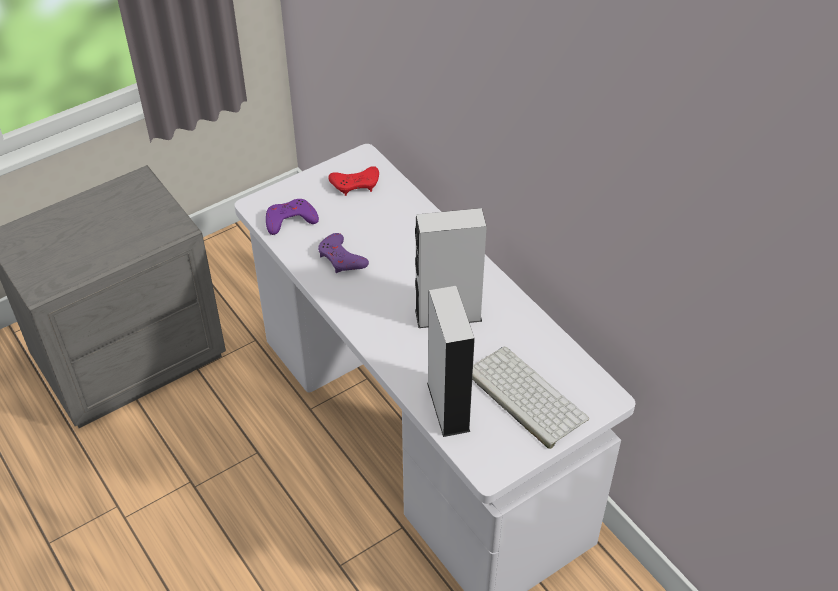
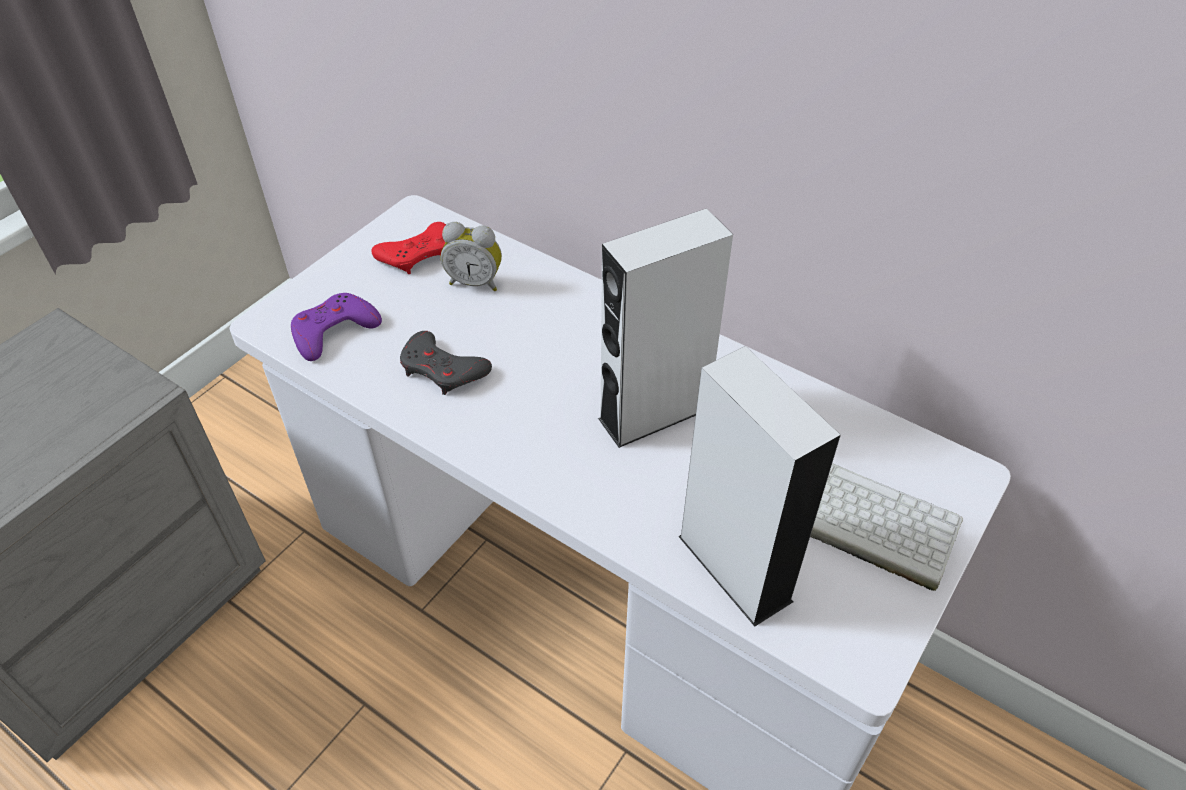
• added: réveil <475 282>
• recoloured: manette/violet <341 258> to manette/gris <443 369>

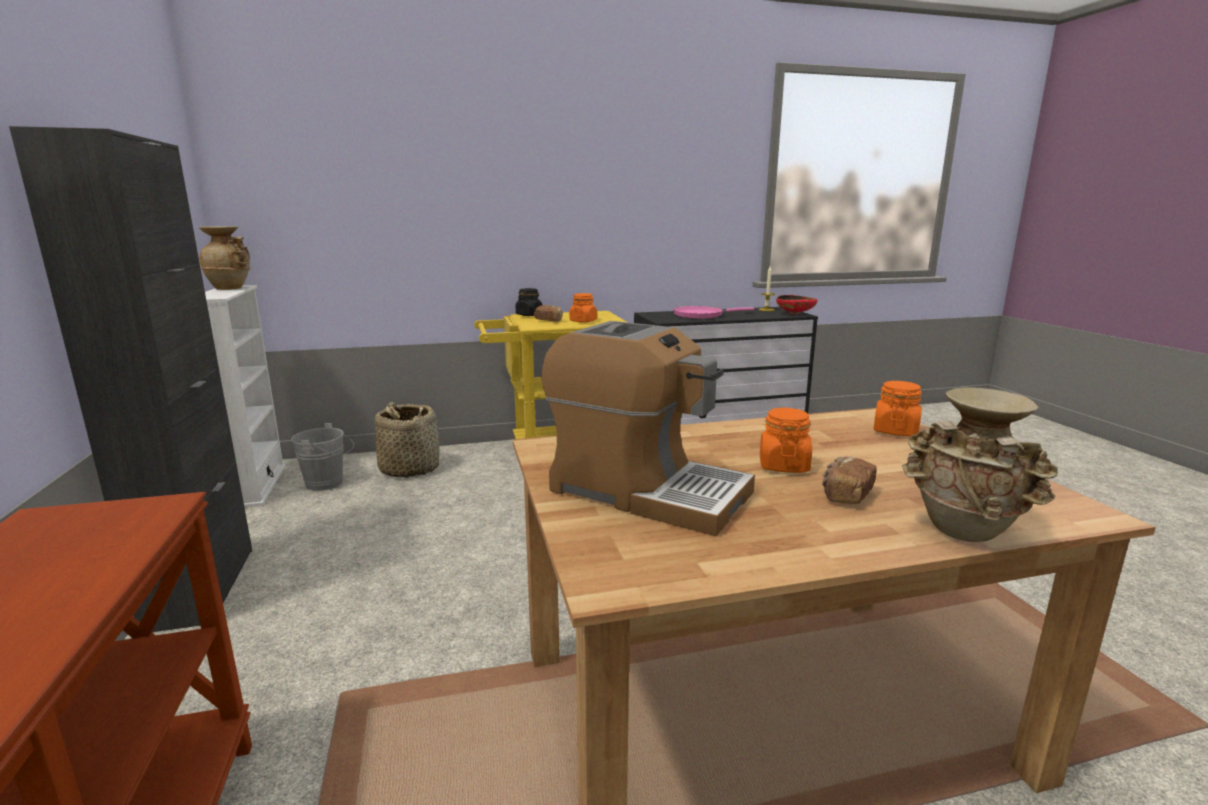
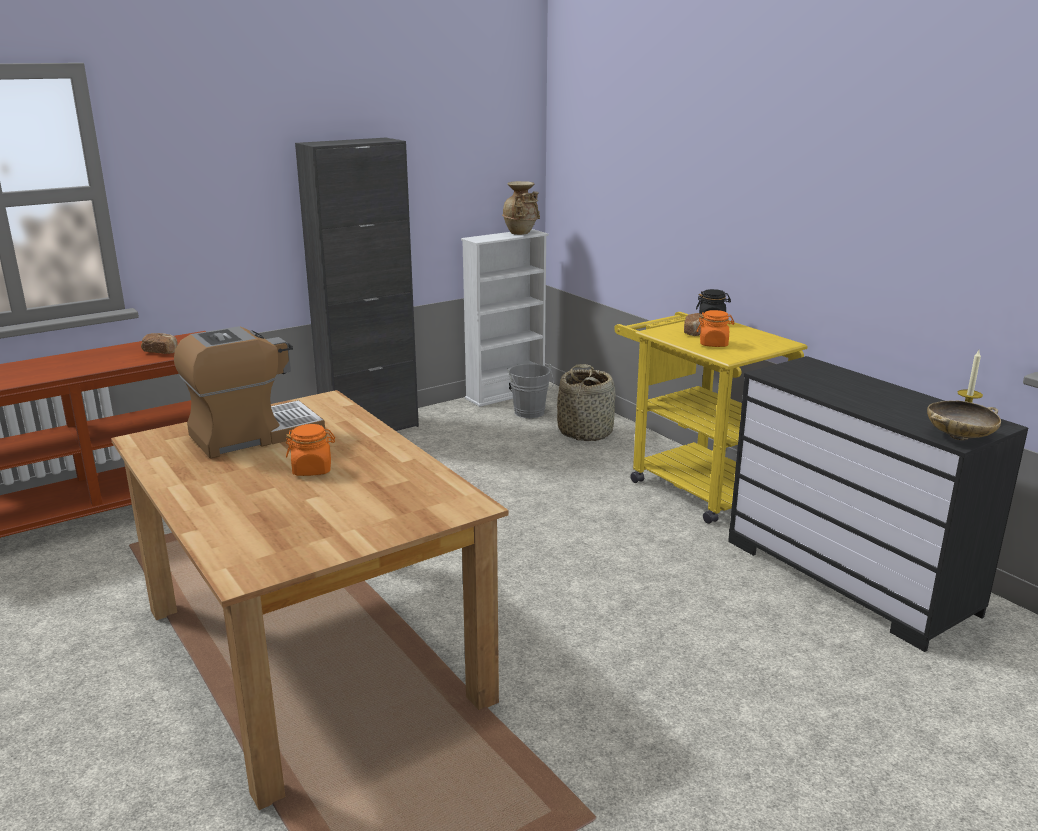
• removed: poêle/rose <701 315>
• removed: bocal/orange <895 431>
• removed: vase/beige <964 532>
• moved: pain <845 495> to <161 352>
• recoloured: bol/rouge <795 313> to bol/beige <959 437>
• turned: machine à café <646 491> = <254 434> 135 degrees counterclockwise

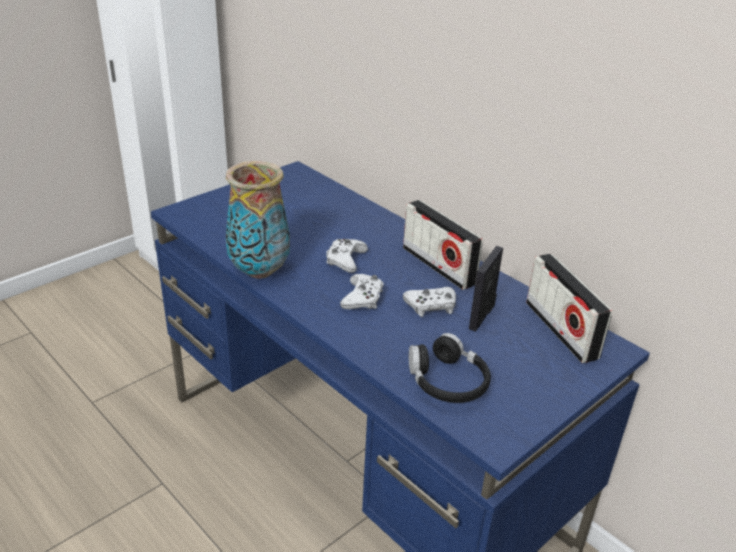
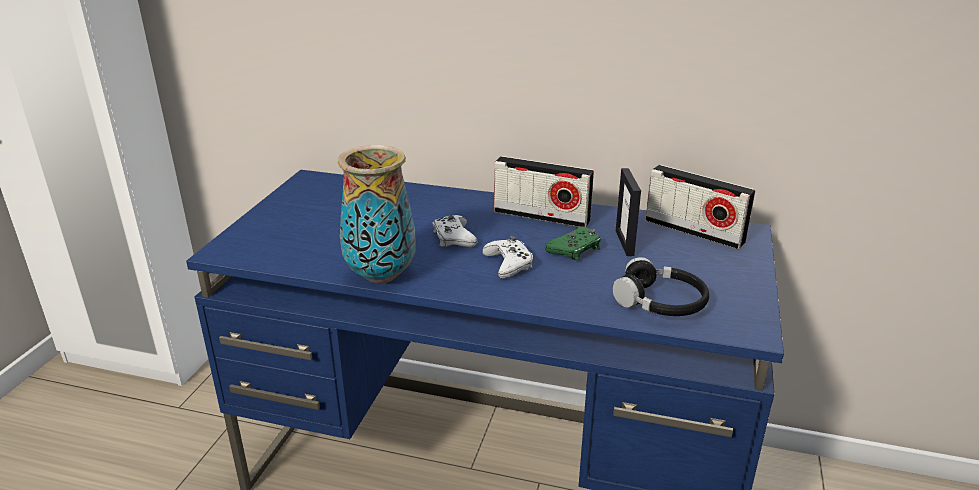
• recoloured: manette/blanc <431 306> to manette/vert <575 249>

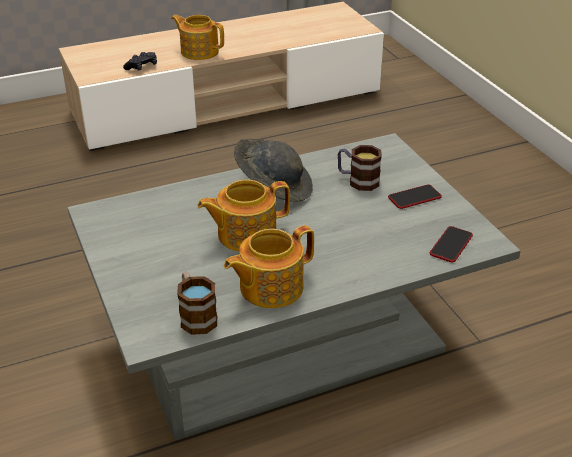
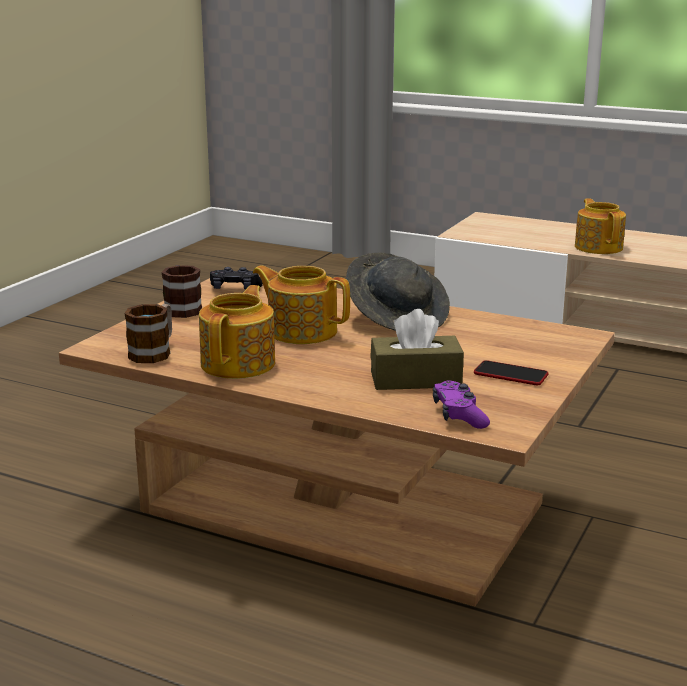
• added: boîte à mouchoirs/marron <415 379>
• moved: manette/noir <142 67> to <235 289>
• moved: mug <357 180> to <182 308>
• replaced: téléphone <451 245> to manette/violet <459 415>
• recoloured: table basse/gris <286 340> to table basse/marron <343 507>
• turned: théière <269 287> = <240 363> 90 degrees clockwise

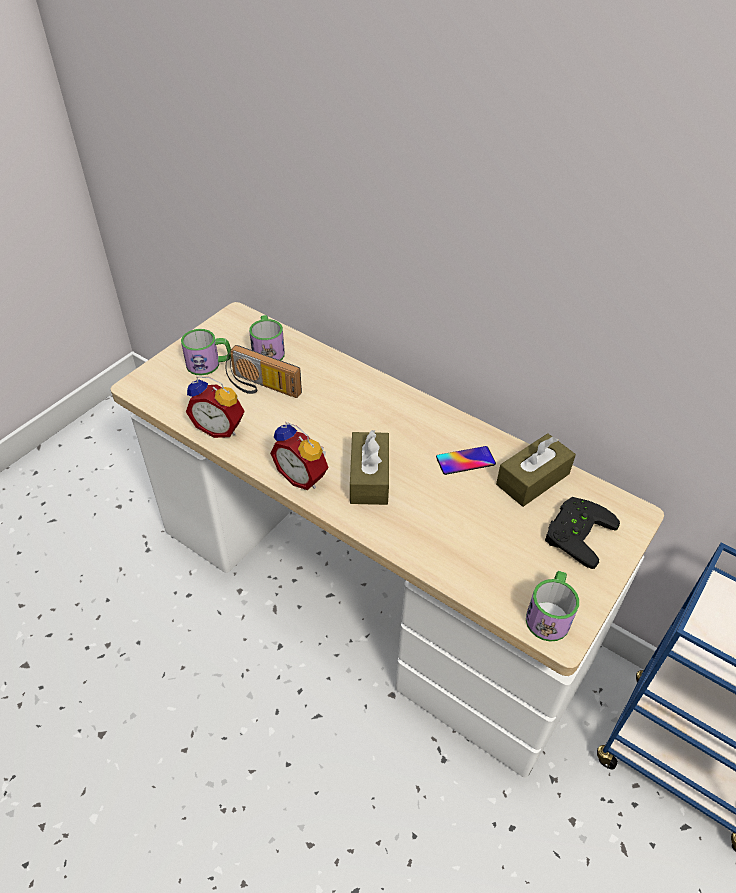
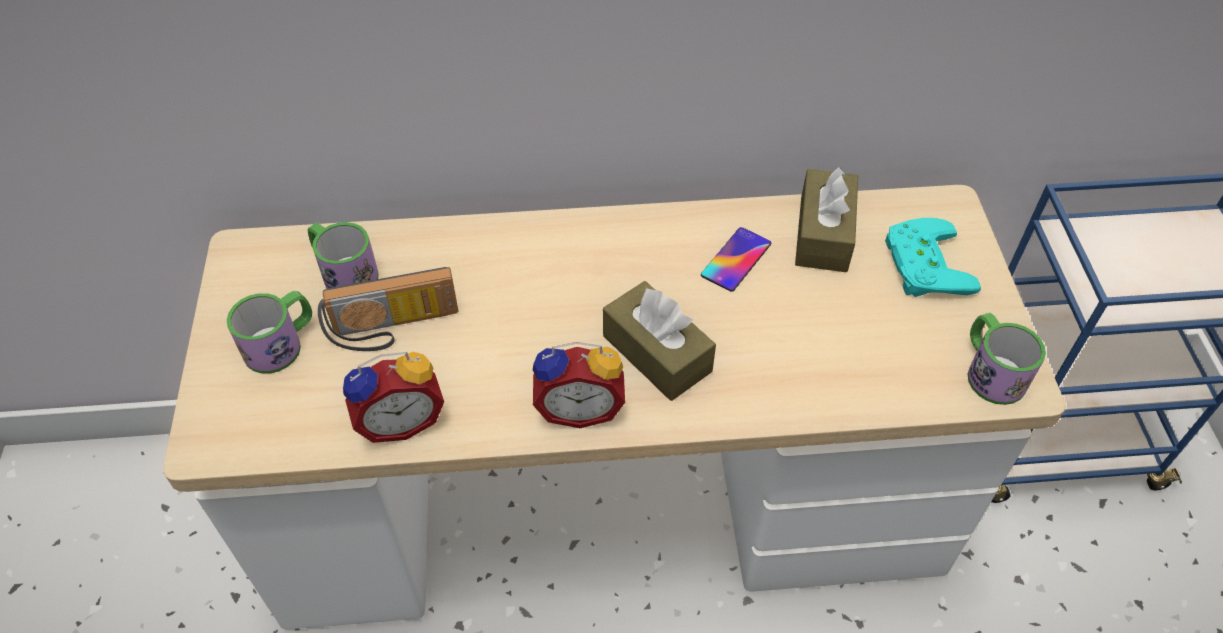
• recoloured: manette/noir <575 532> to manette/turquoise <921 264>

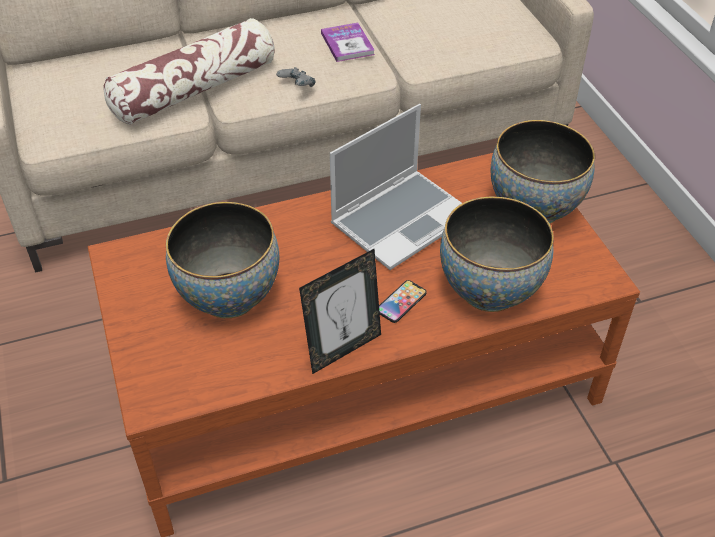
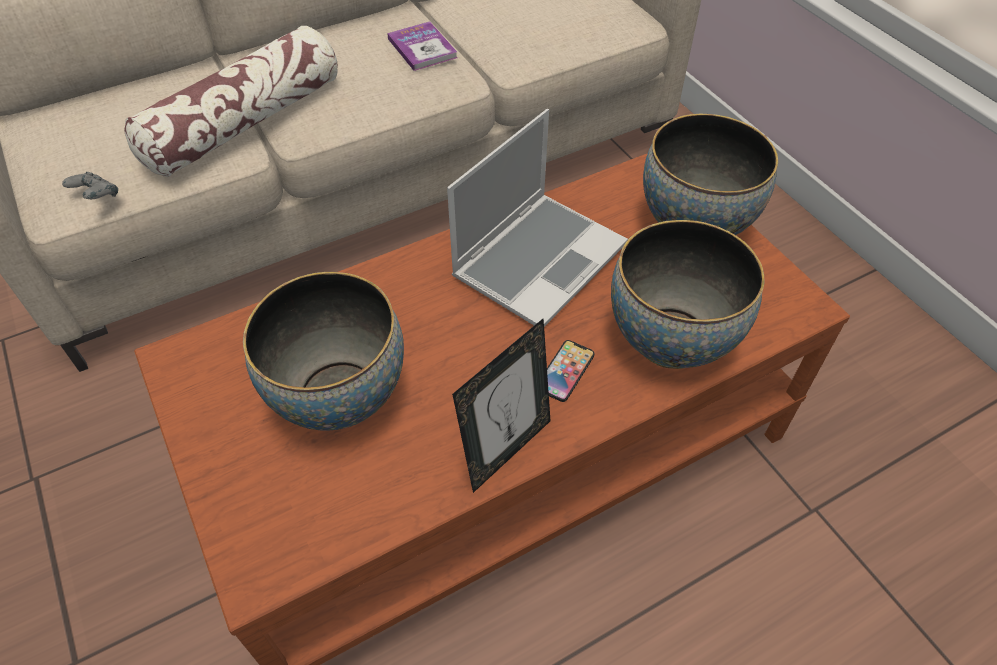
• moved: manette/gris <297 87> to <97 198>

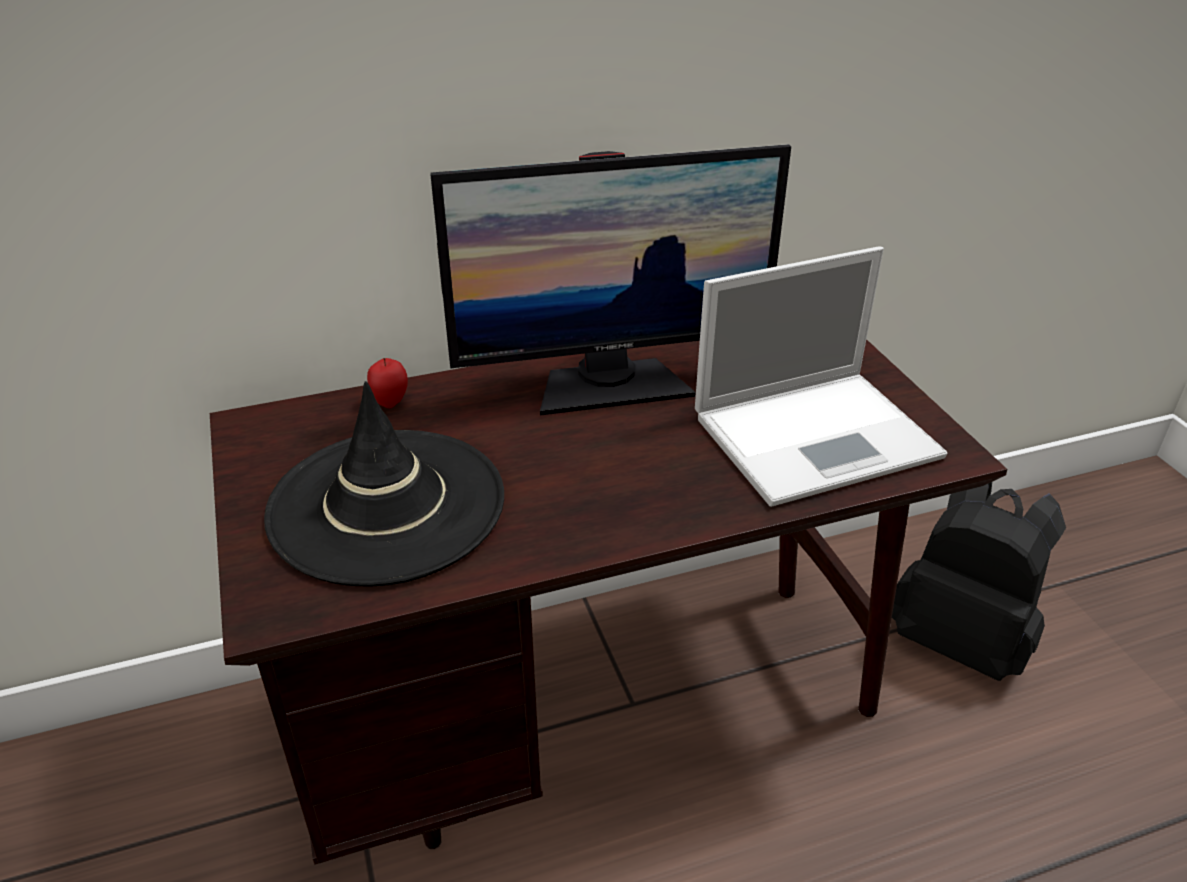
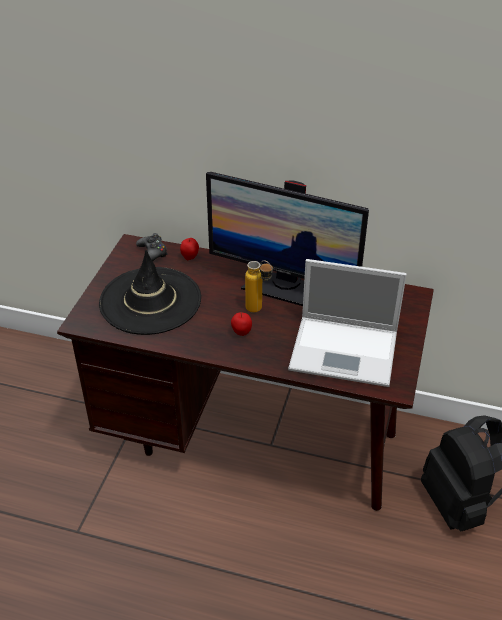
• added: manette/noir <152 252>
• added: pomme <241 333>
• added: bouteille <259 311>

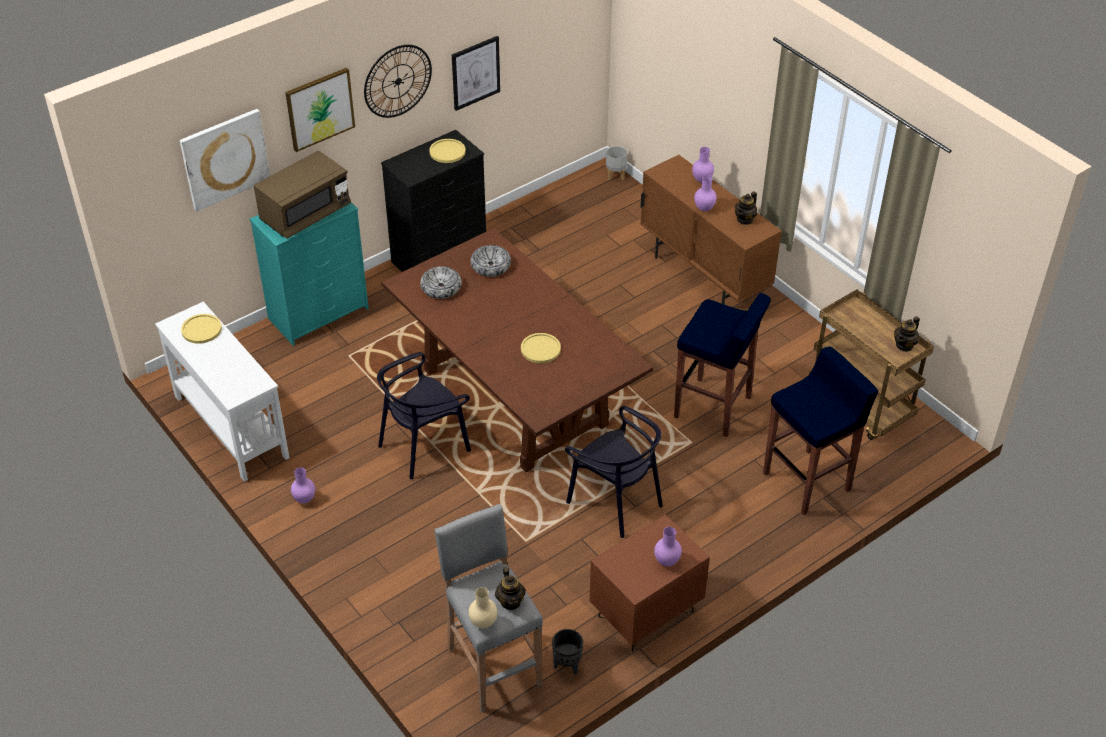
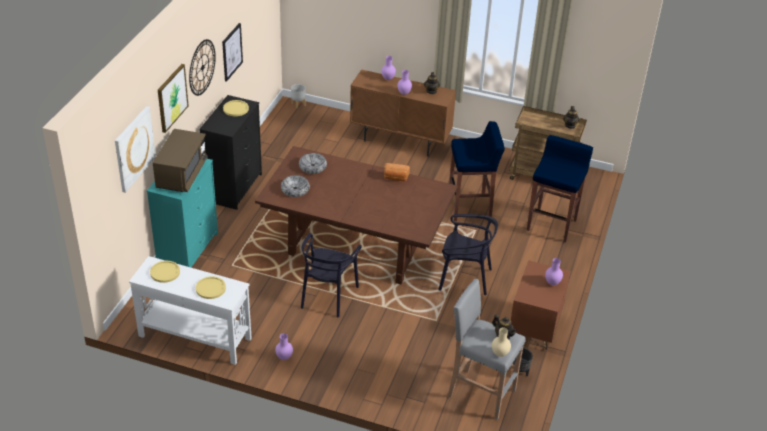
• added: pain <395 178>
• moved: assiette/jaune <540 349> to <210 288>

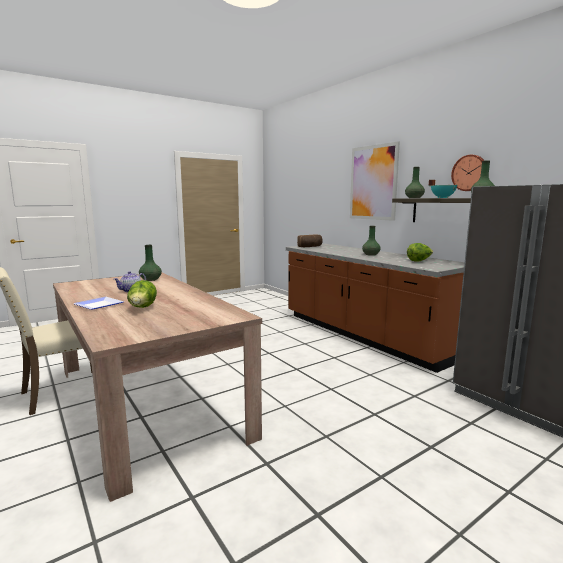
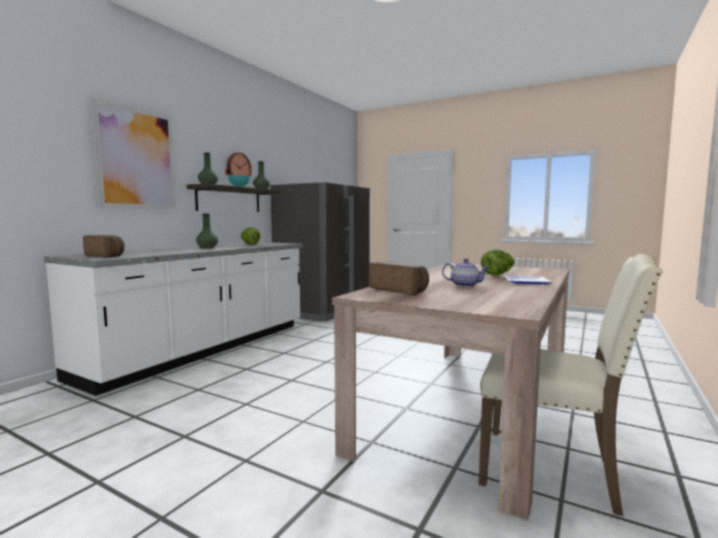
• replaced: vase/vert <150 279> to pain <399 290>
• recoloured: comptoir de cuisine/marron <363 335> to comptoir de cuisine/blanc <204 349>

